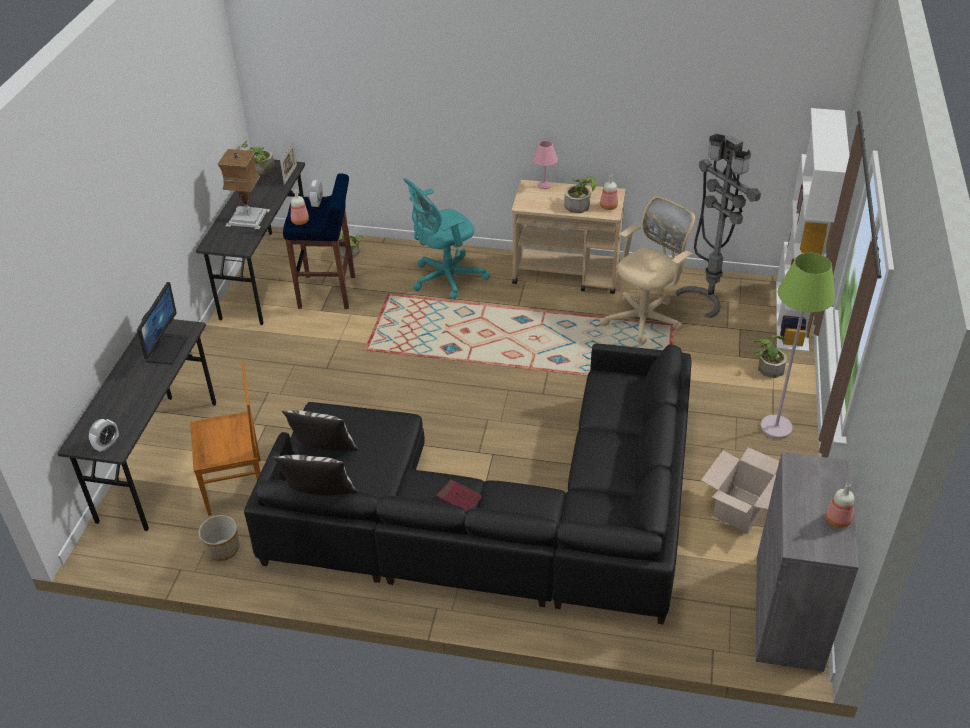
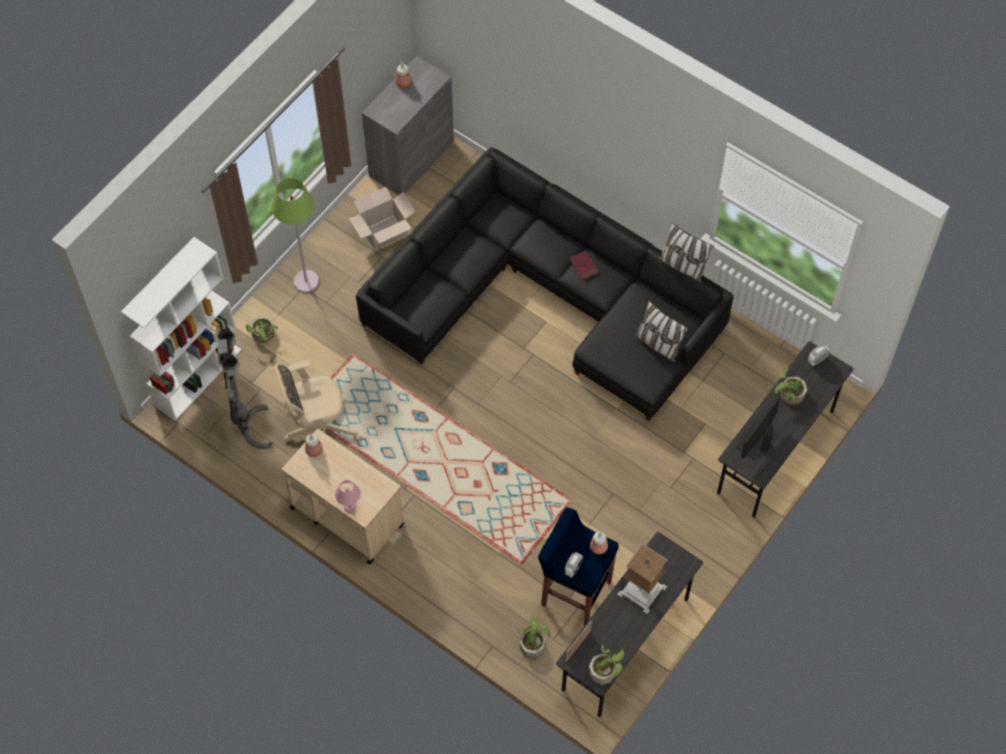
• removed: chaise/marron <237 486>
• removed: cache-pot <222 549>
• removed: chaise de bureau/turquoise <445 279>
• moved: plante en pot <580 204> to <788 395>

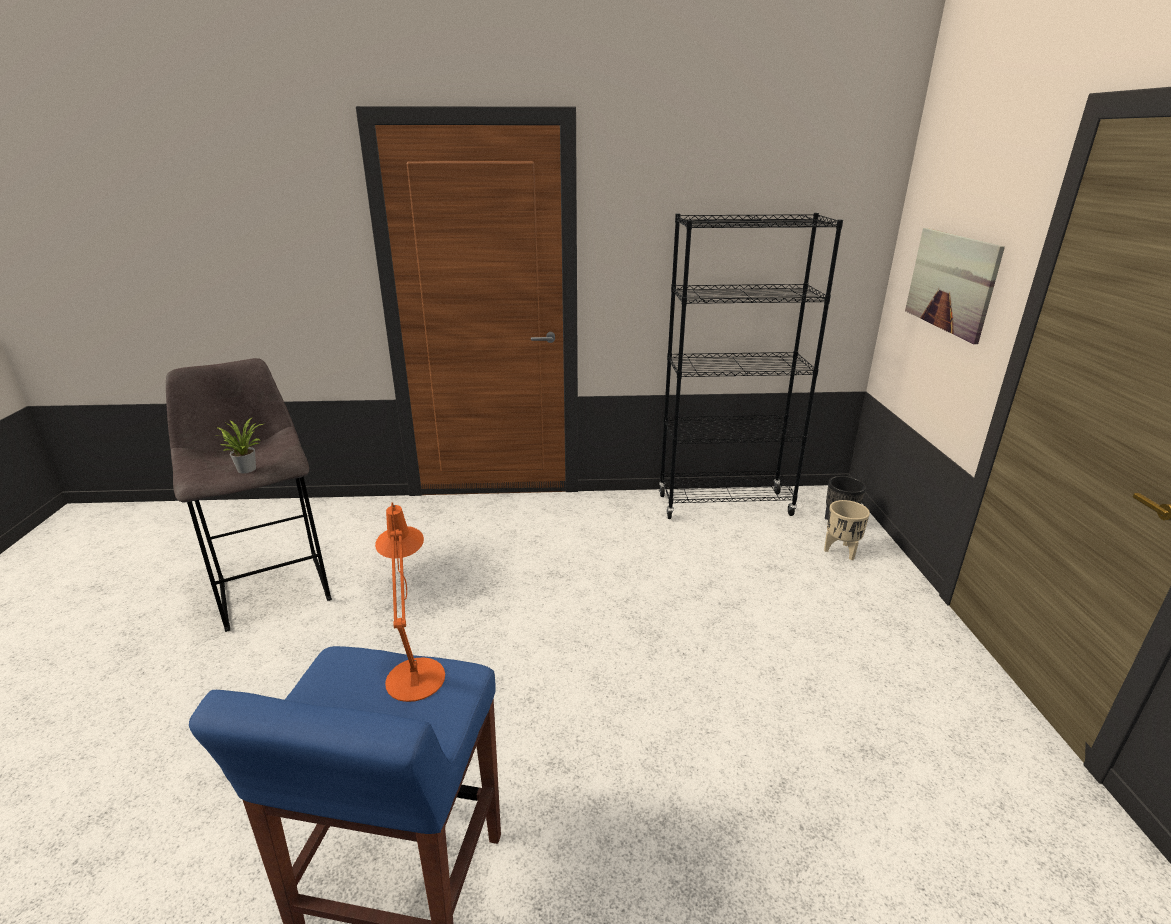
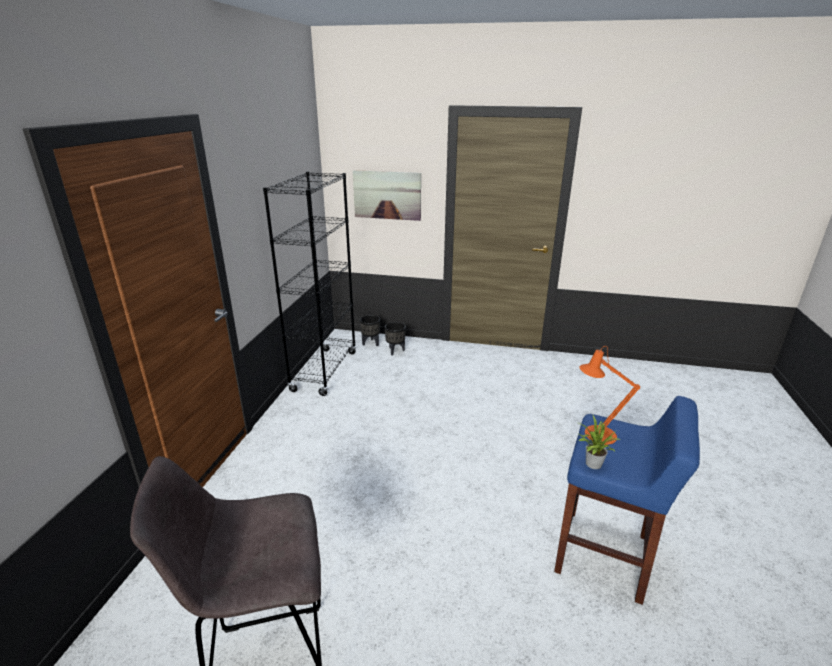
• moved: plante en pot <247 468> to <591 464>
• recoloured: cache-pot/beige <841 551> to cache-pot/noir <395 351>

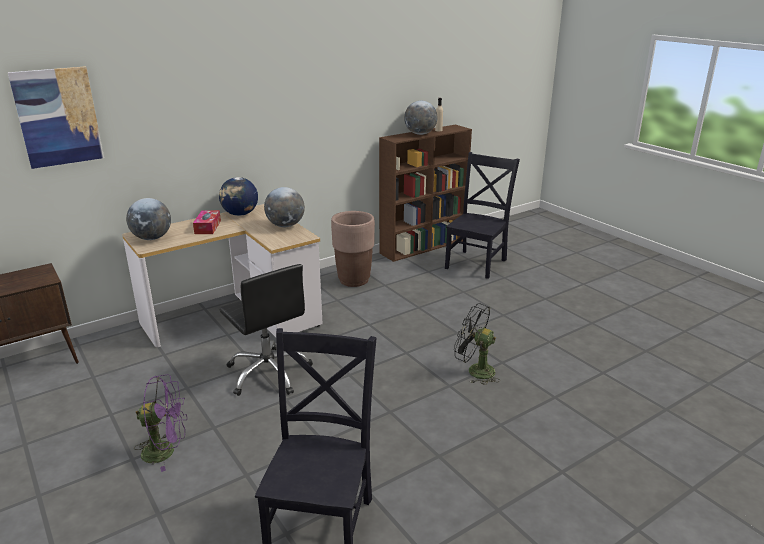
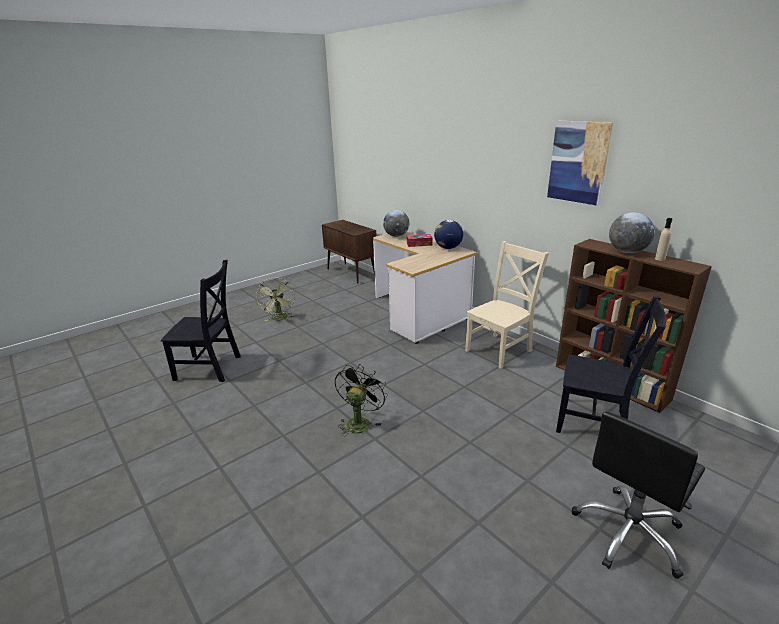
• removed: globe <285 226>
• moved: tableau <58 117> to <578 162>
• moved: chaise de bureau/noir <269 373> to <629 533>
• replaced: cache-pot/marron <354 280> to chaise/beige <500 349>
• recoloured: ventilateur/violet <166 451> to ventilateur/vert <280 319>

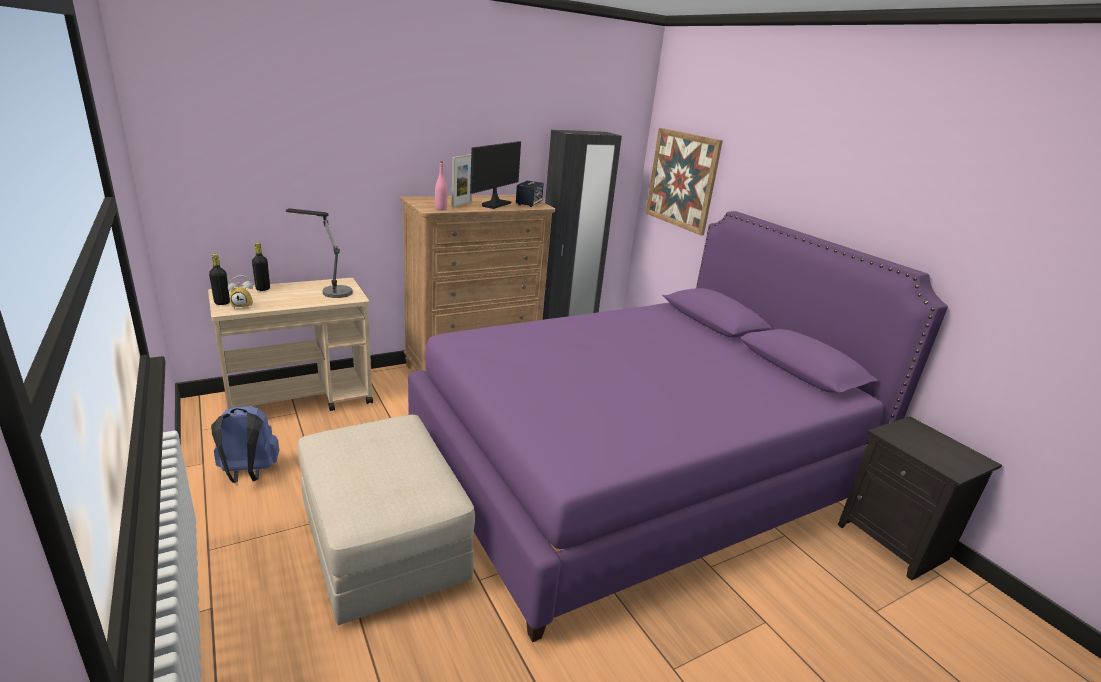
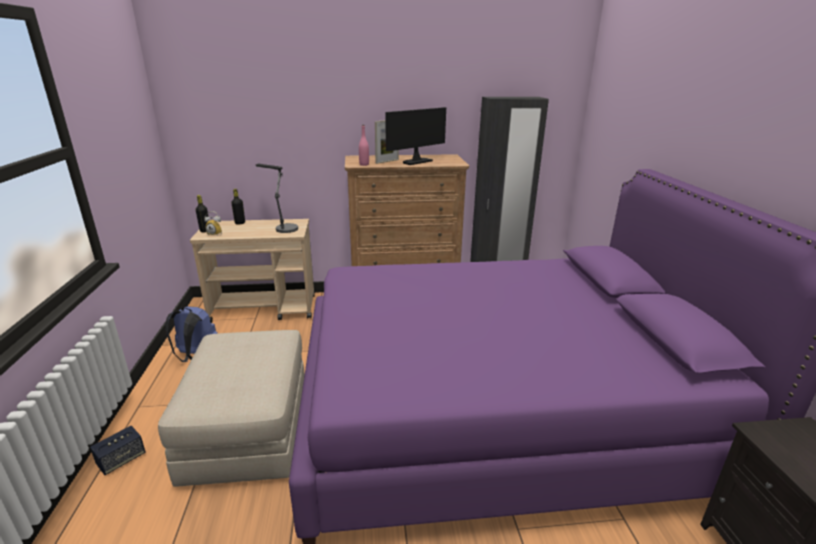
• removed: tableau <682 180>
• moved: enceinte <529 204> to <121 460>

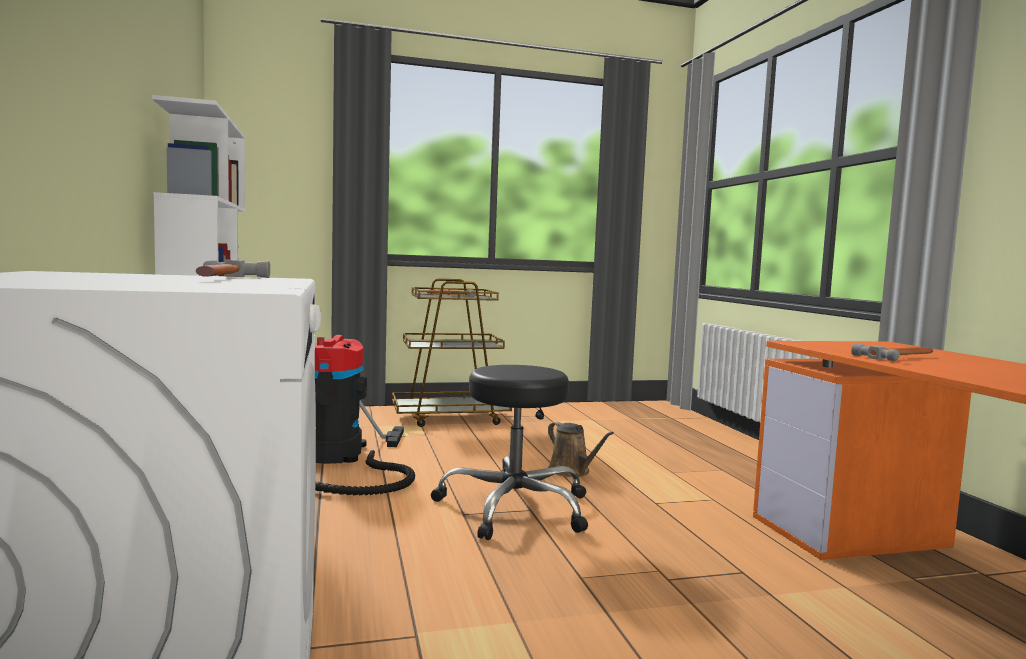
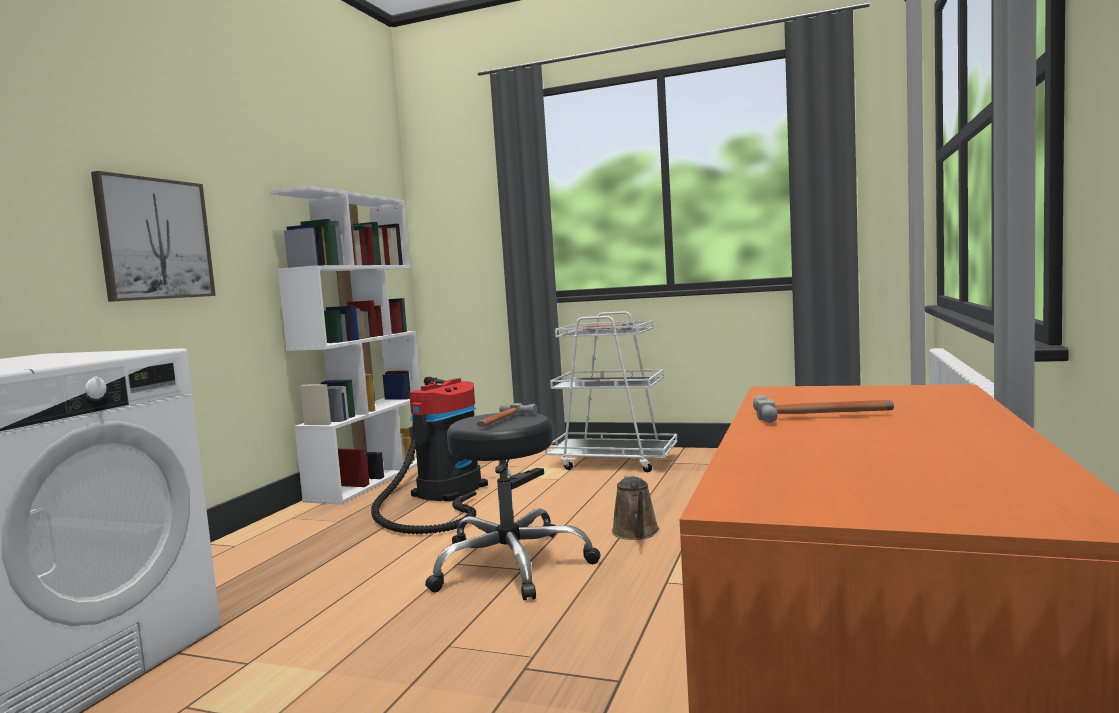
• added: tableau <155 239>
• moved: marteau <224 279> to <502 421>
• recoloured: chariot/marron <450 418> to chariot/blanc <613 461>

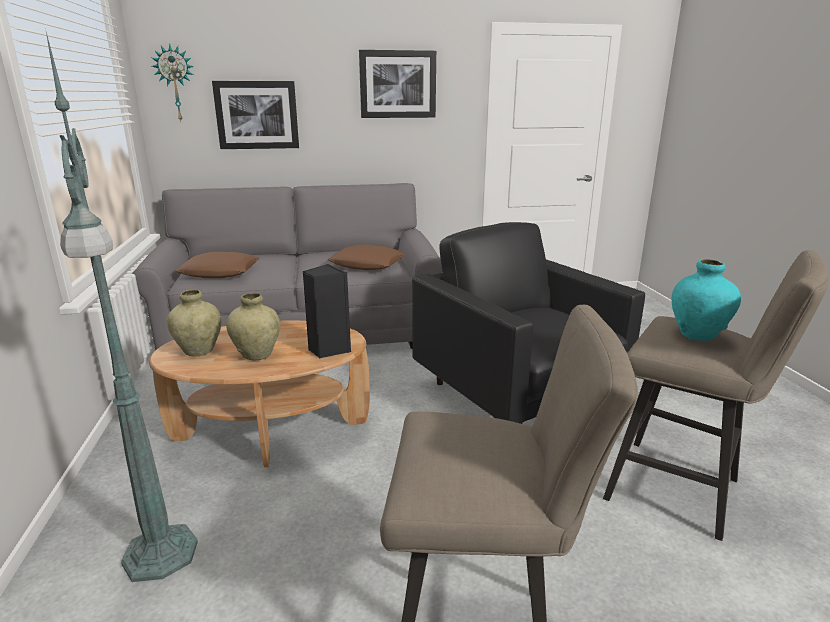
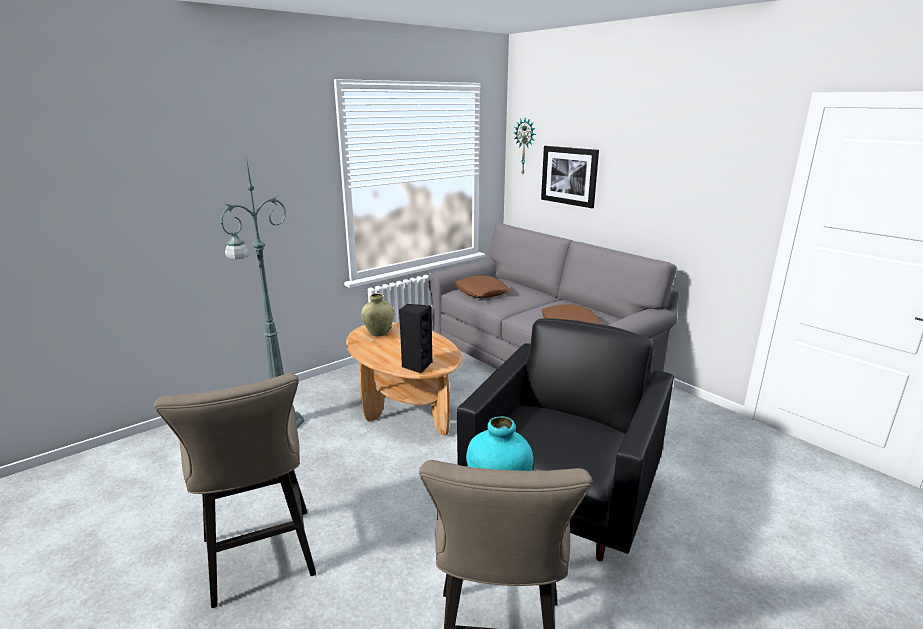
• removed: vase/beige <257 355>
• removed: tableau <398 84>

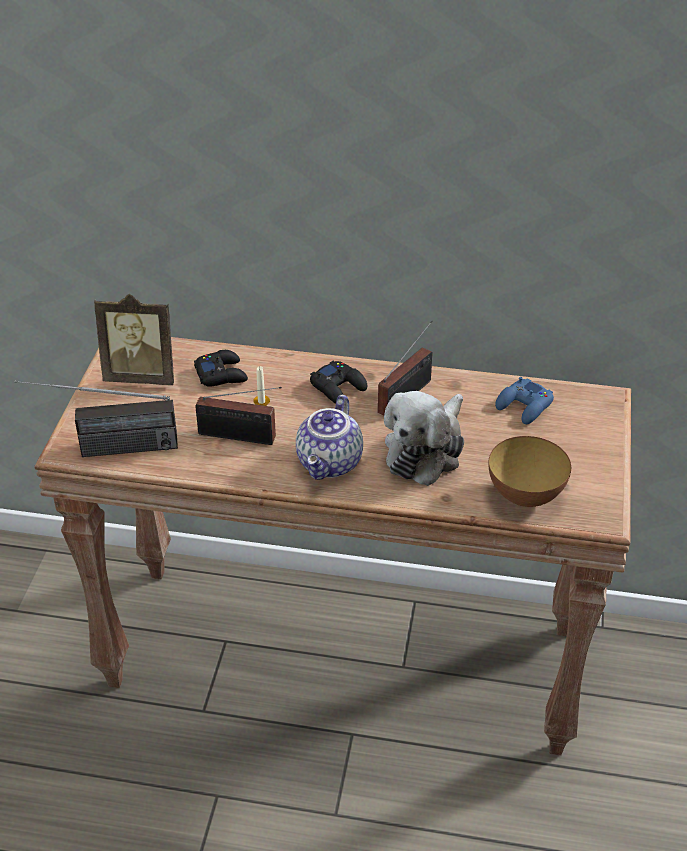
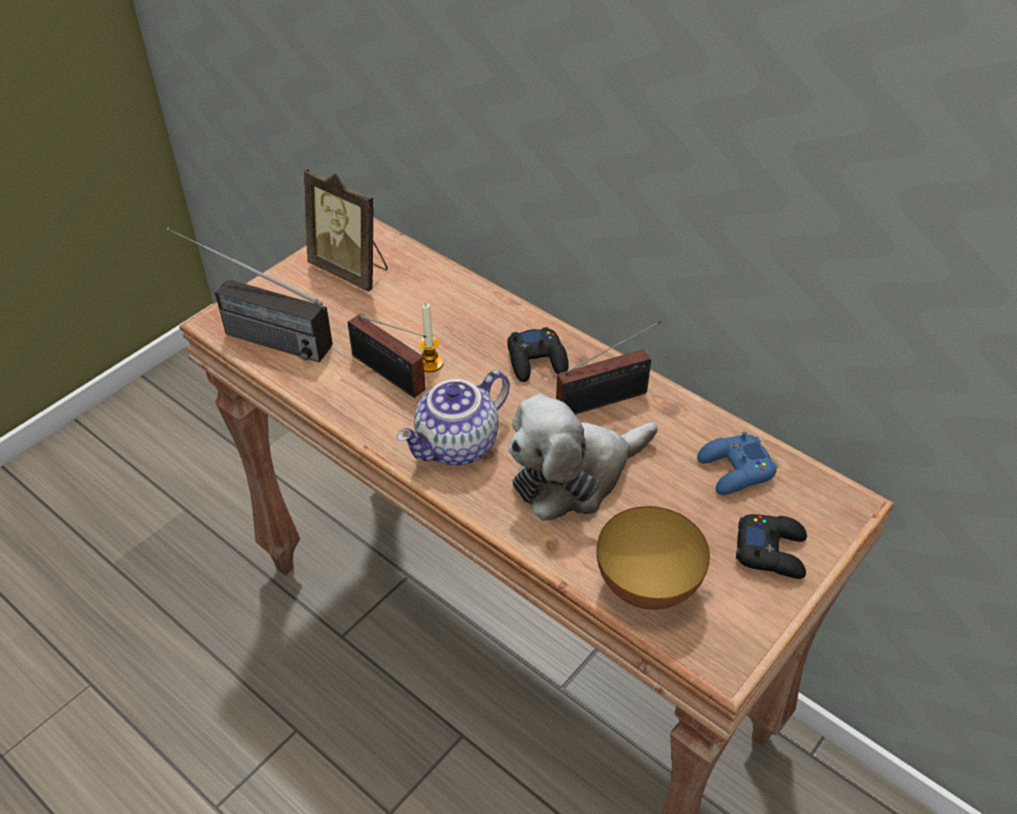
• moved: manette/noir <221 374> to <771 551>

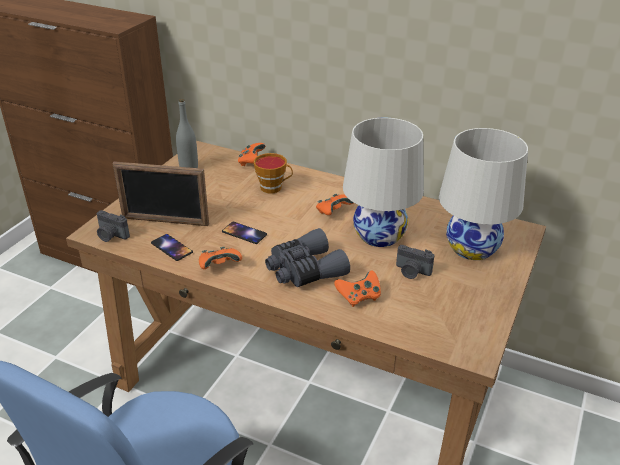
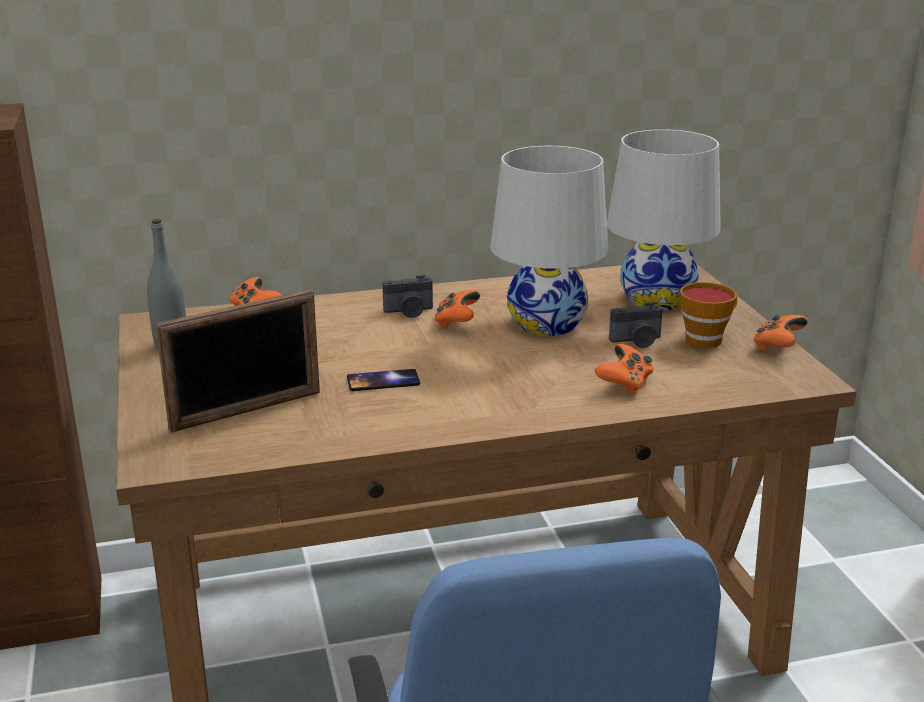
• removed: téléphone <172 247>
• removed: jumelles/gris <304 270>
• moved: appareil photo <111 236> to <409 312>
• moved: manette/orange <219 266> to <777 346>
• moved: tasse <273 188> to <707 339>

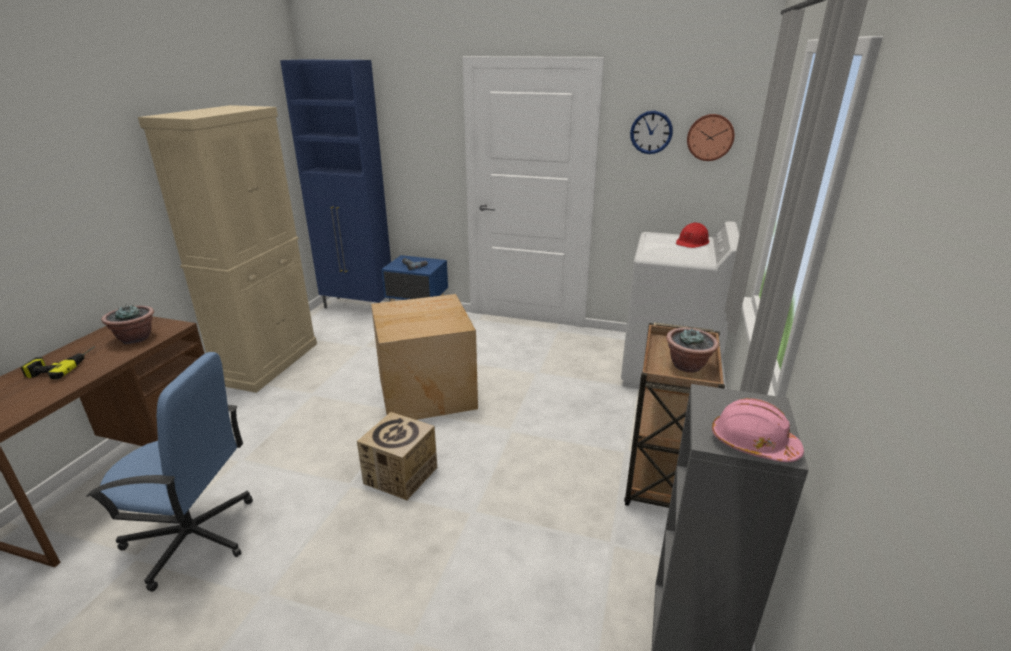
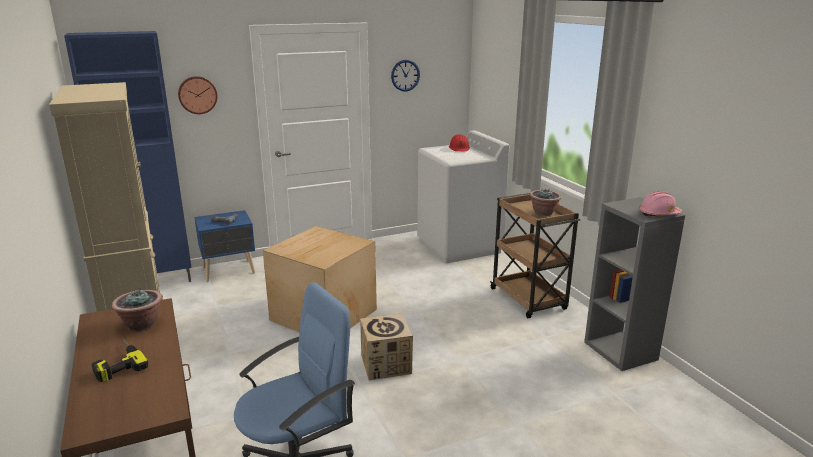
• moved: horloge murale <710 137> to <197 95>

